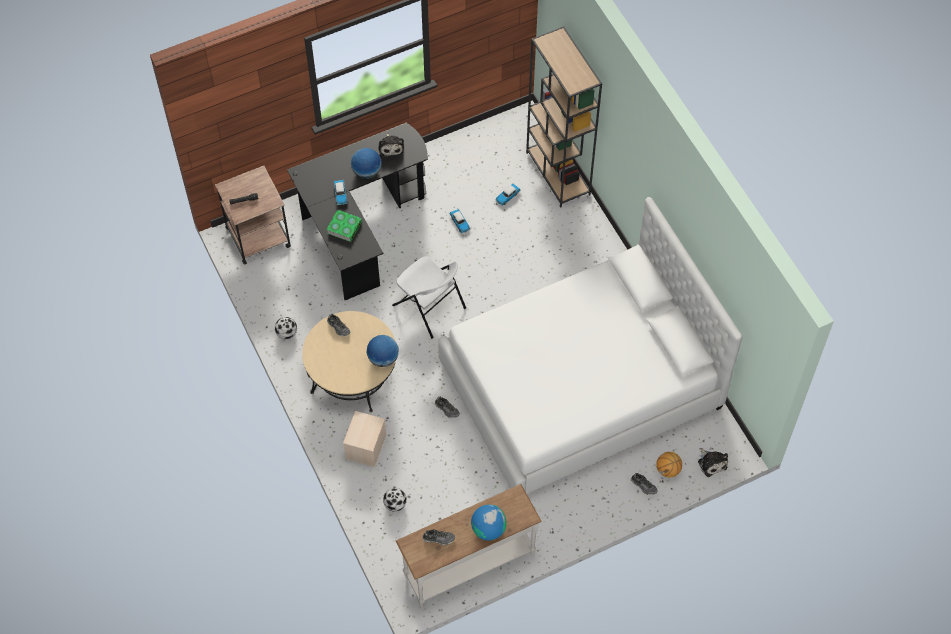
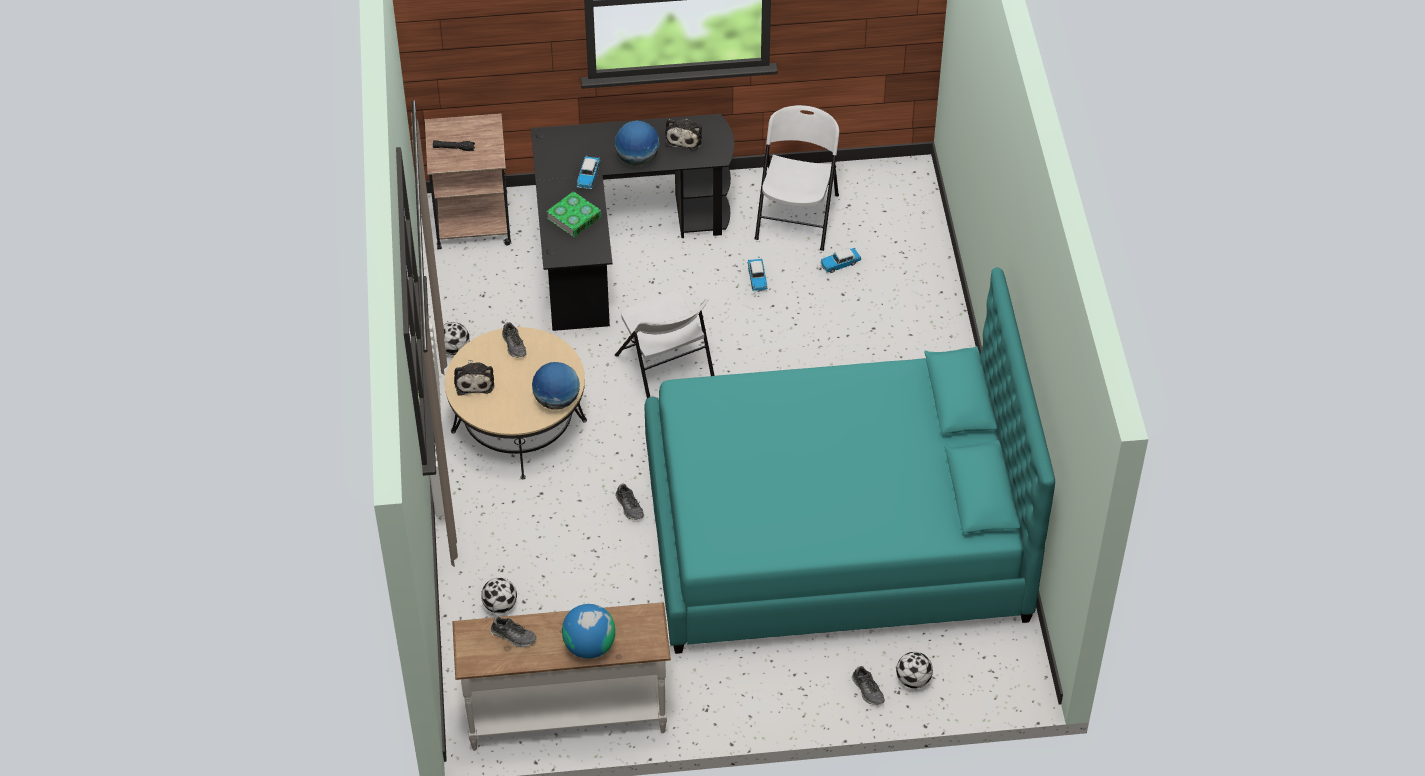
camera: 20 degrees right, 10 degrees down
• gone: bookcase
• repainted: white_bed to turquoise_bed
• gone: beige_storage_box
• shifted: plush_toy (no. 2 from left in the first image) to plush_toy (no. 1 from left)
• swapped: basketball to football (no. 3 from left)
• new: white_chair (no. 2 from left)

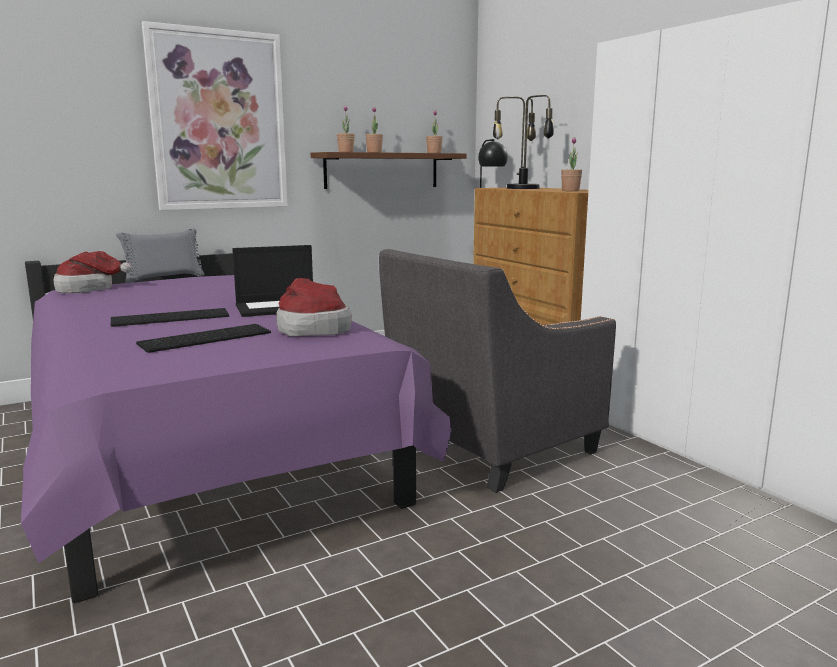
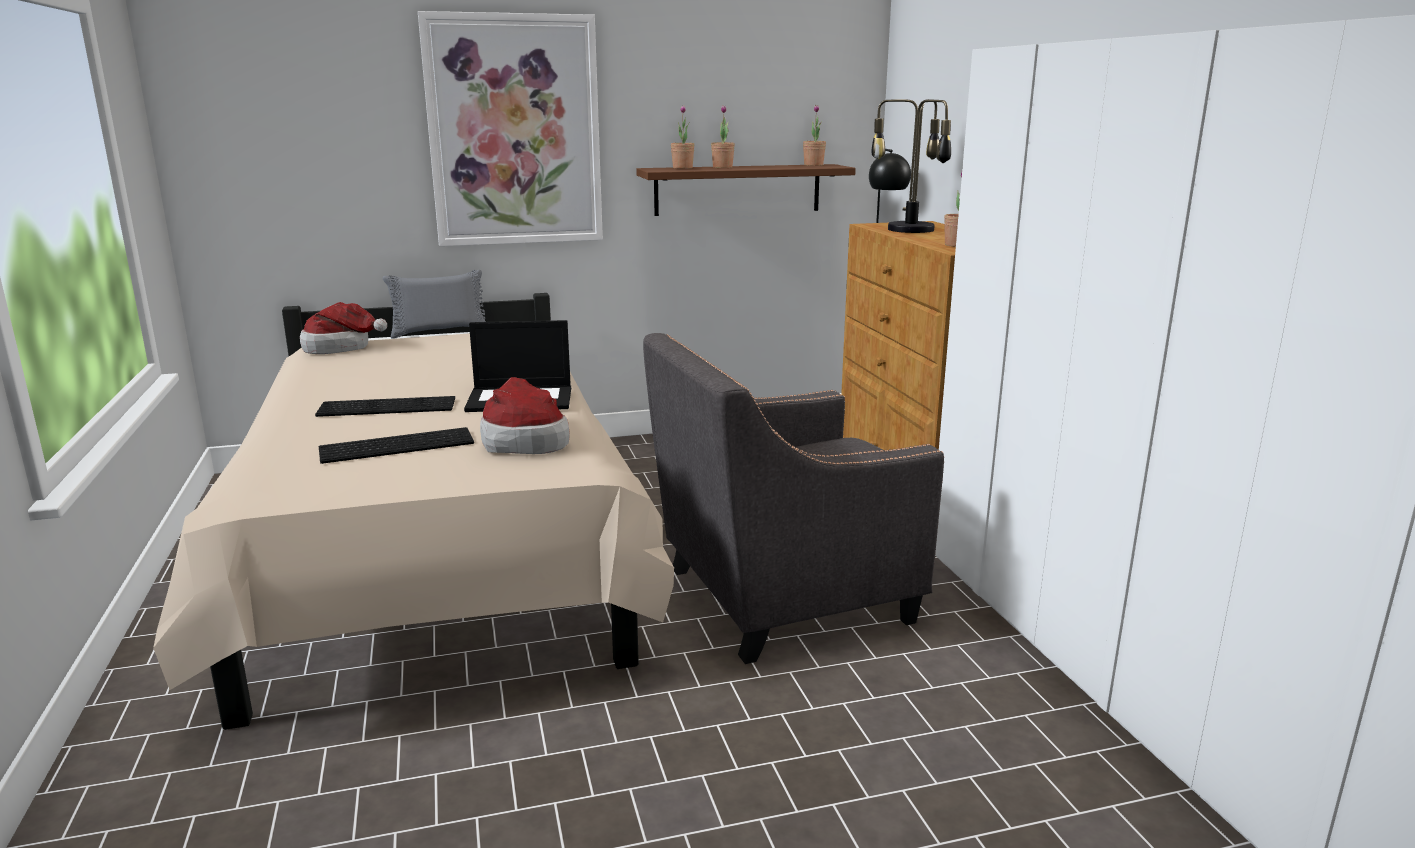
camera: 15 degrees right, 5 degrees up
• repainted: purple_bed to beige_bed

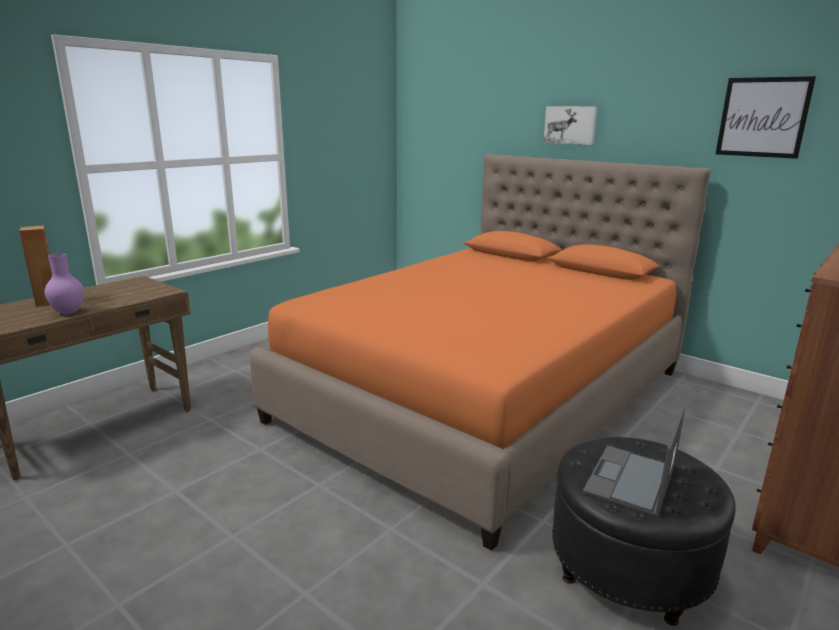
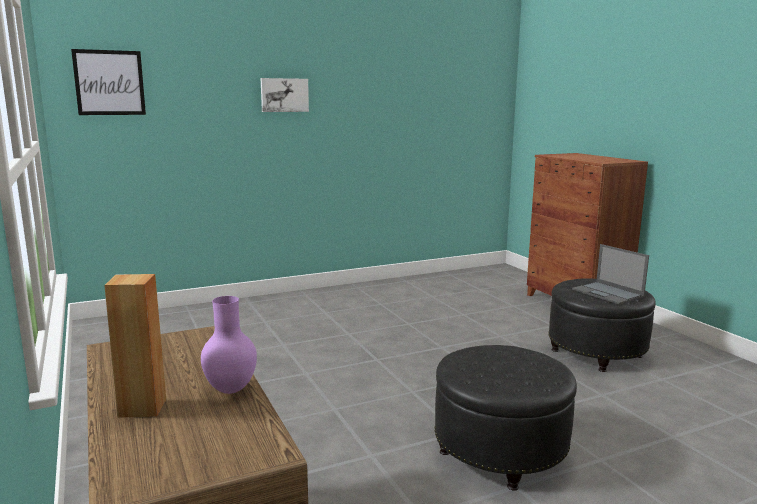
camera: 65 degrees left, 5 degrees down
• shifted: picture (no. 2 from left in the first image) to picture (no. 1 from left)
• gone: orange_bed
• new: black_ottoman (no. 1 from left)

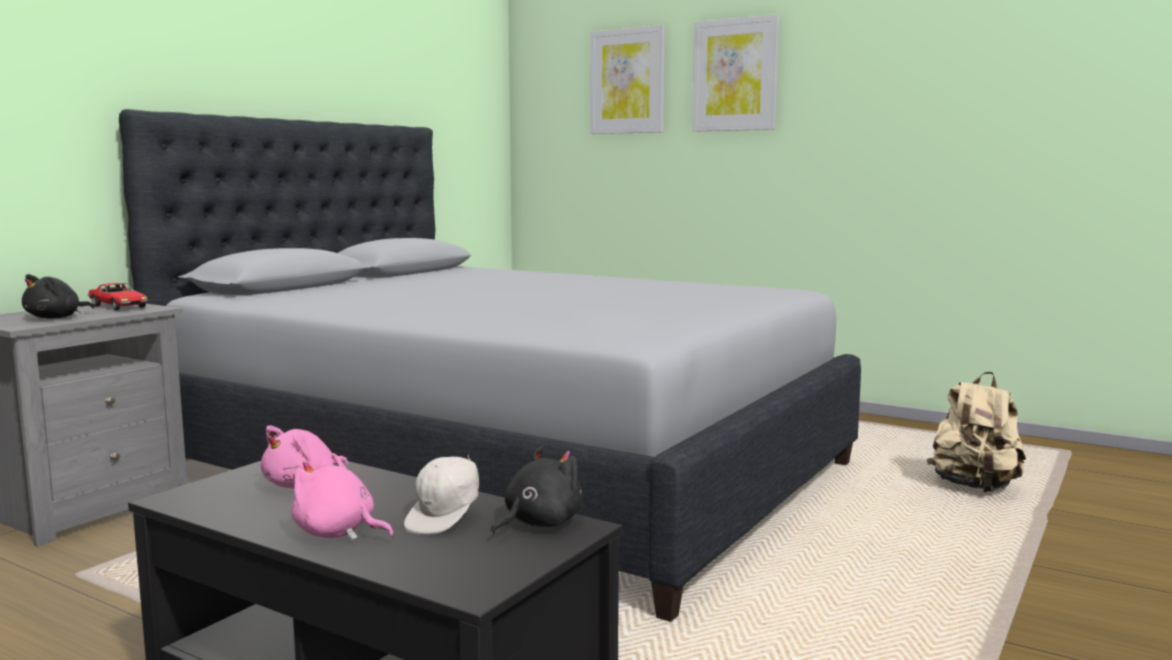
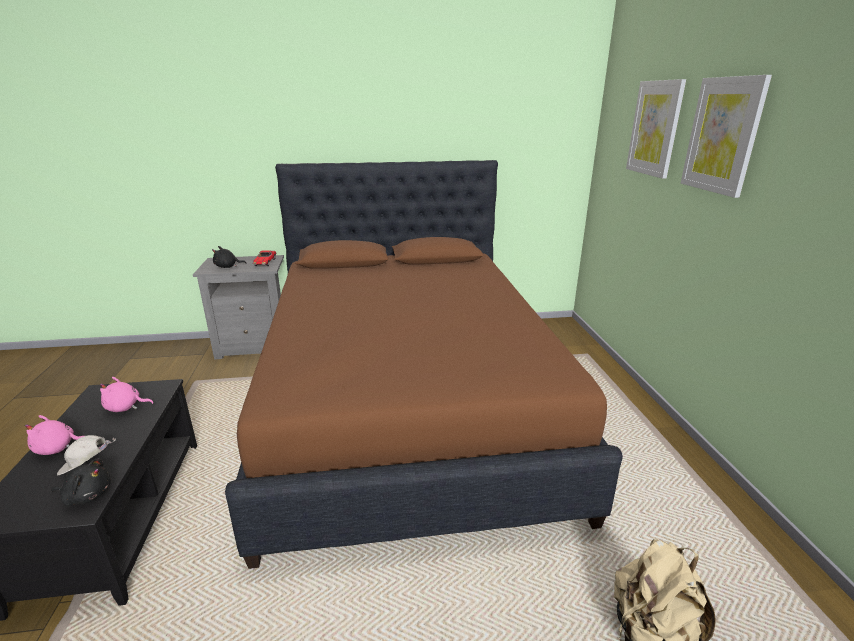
camera: 50 degrees right, 15 degrees up
• repainted: grey_bed to brown_bed
• rotated: pink_plush_toy (no. 2 from left in the first image) 90 degrees counterclockwise

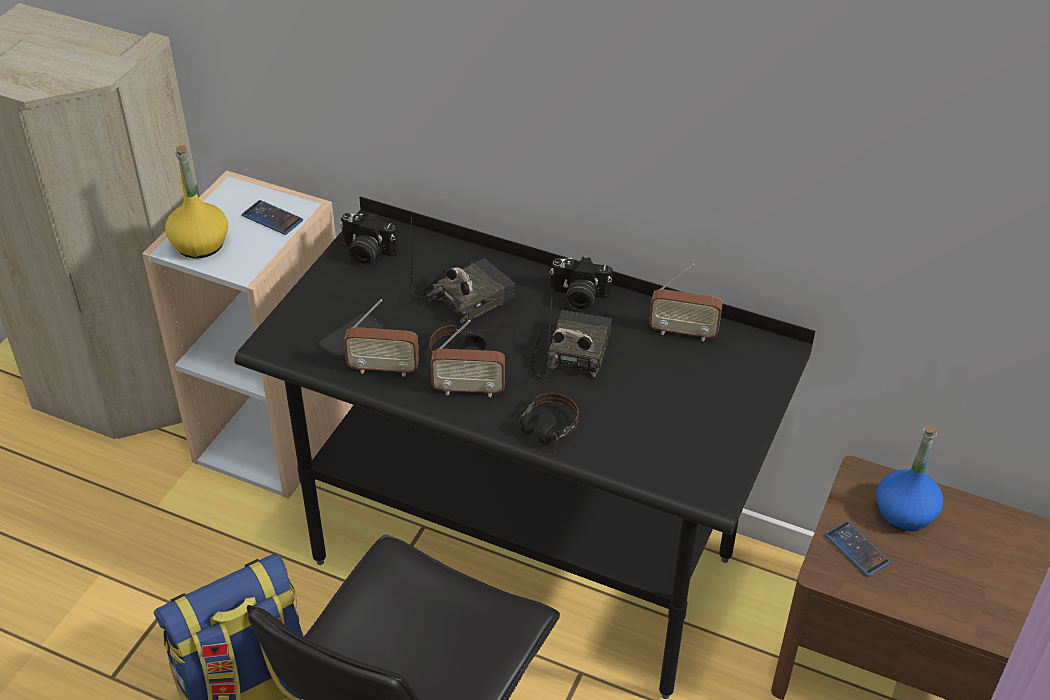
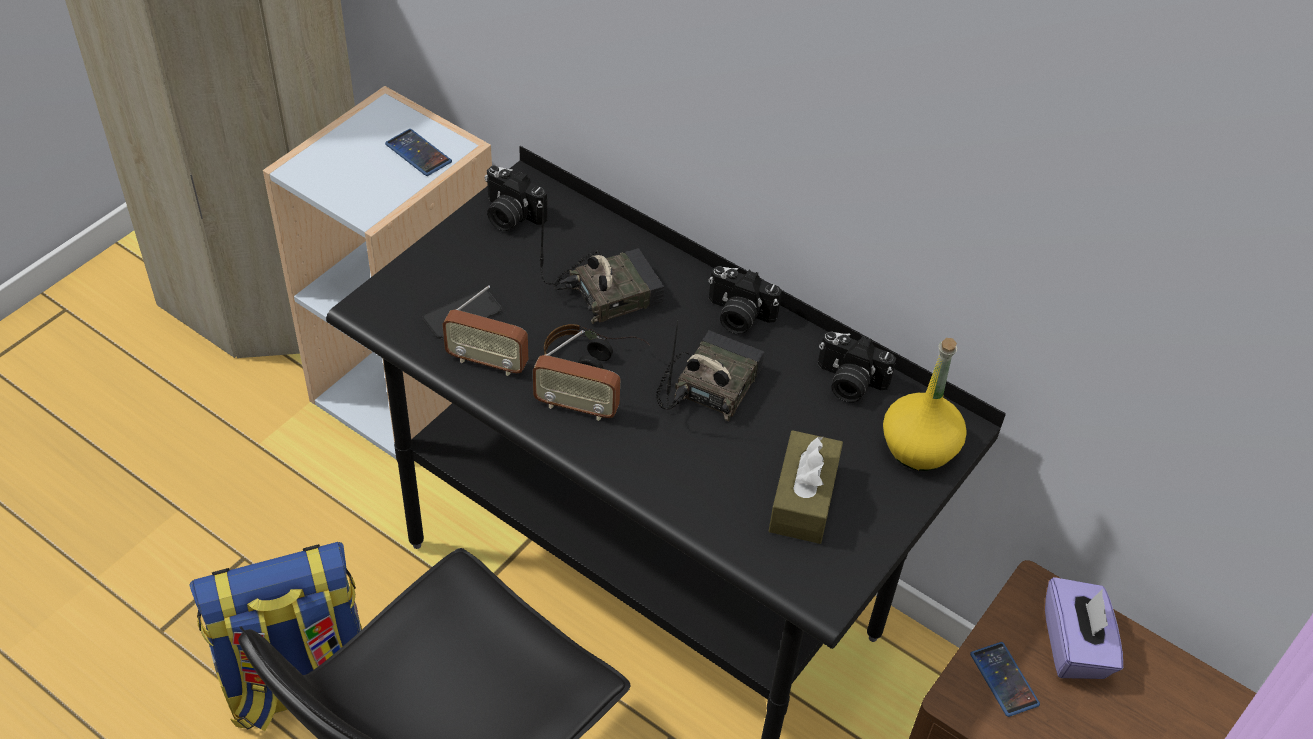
camera: 10 degrees right, 5 degrees up
• shifted: yellow_bottle
• swapped: radio (no. 5 from left) to photo_camera (no. 3 from left)
• gone: headphones (no. 2 from left)
• swapped: blue_bottle to purple_tissue_box
• new: brown_tissue_box

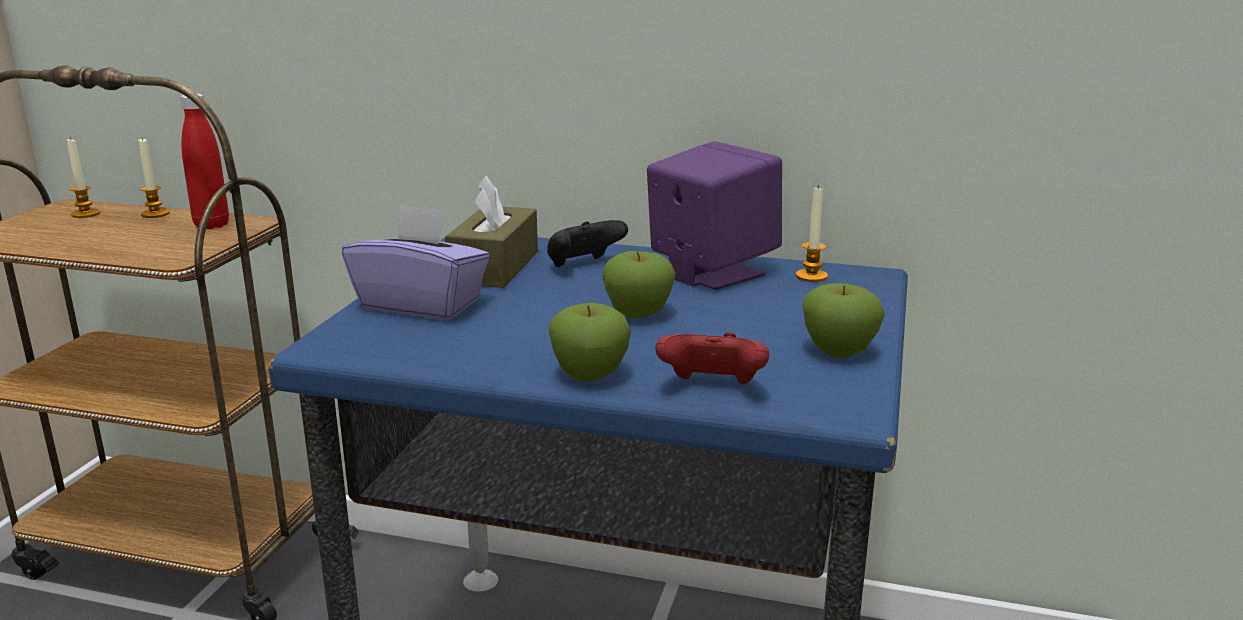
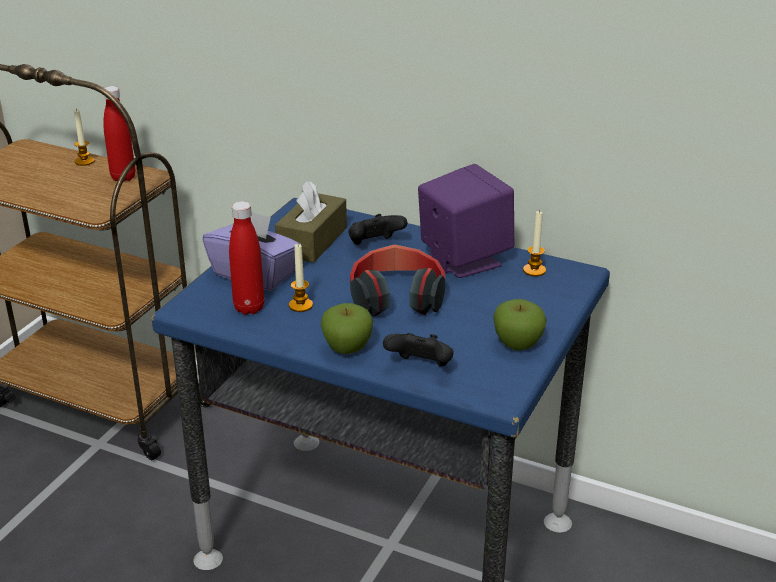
camera: 10 degrees right, 10 degrees up
• shifted: candle (no. 1 from left in the first image) to candle (no. 2 from left)
• swapped: apple (no. 2 from left) to headphones
• repainted: red_game_controller to black_game_controller (no. 2 from left)
• new: red_bottle (no. 2 from left)

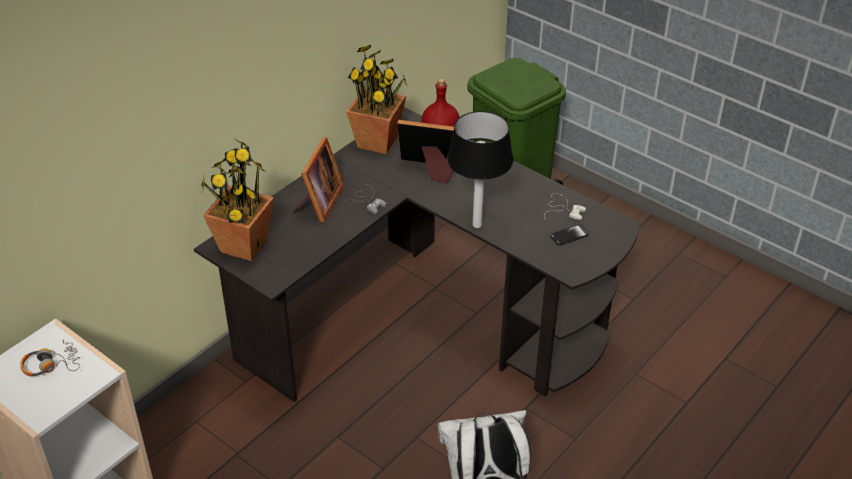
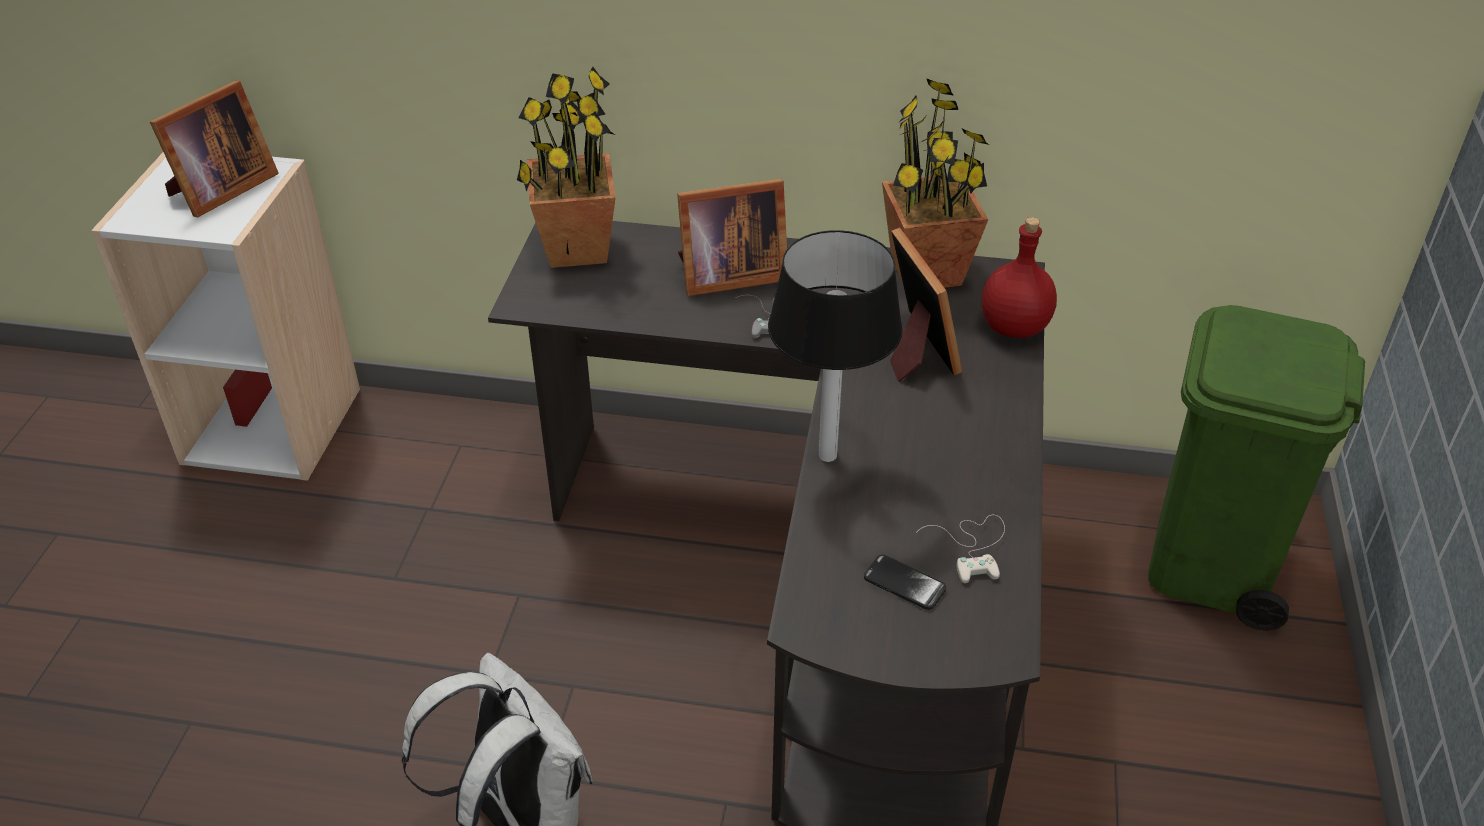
camera: 60 degrees right, 0 degrees up
• swapped: headphones to picture_frame (no. 1 from left)

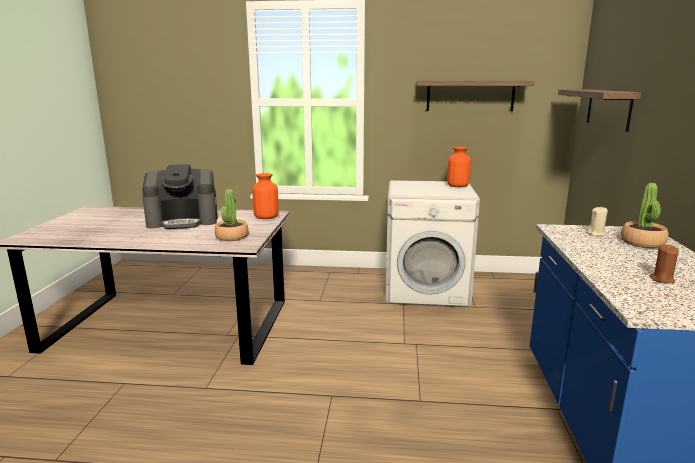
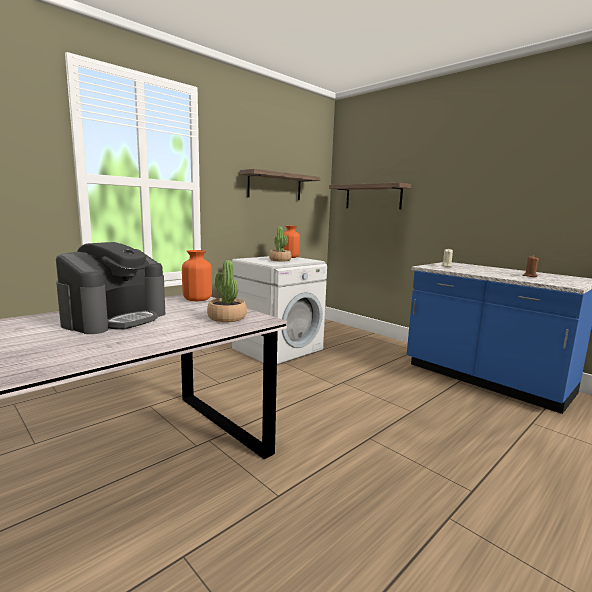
camera: 50 degrees left, 5 degrees down
• shifted: potted_plant (no. 2 from left)

